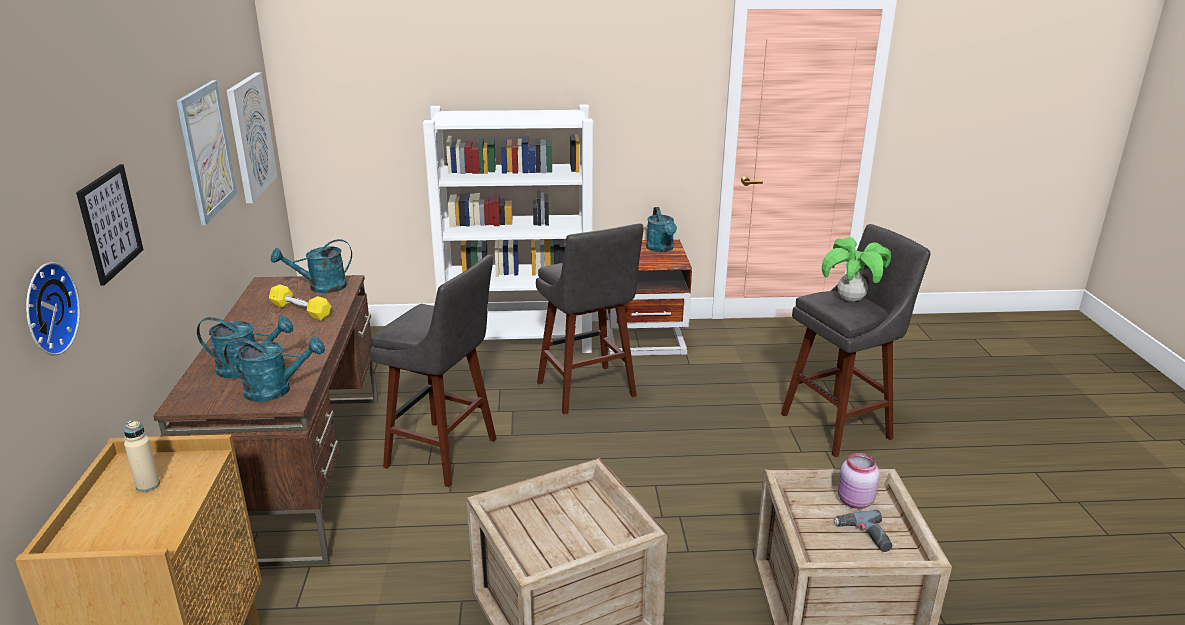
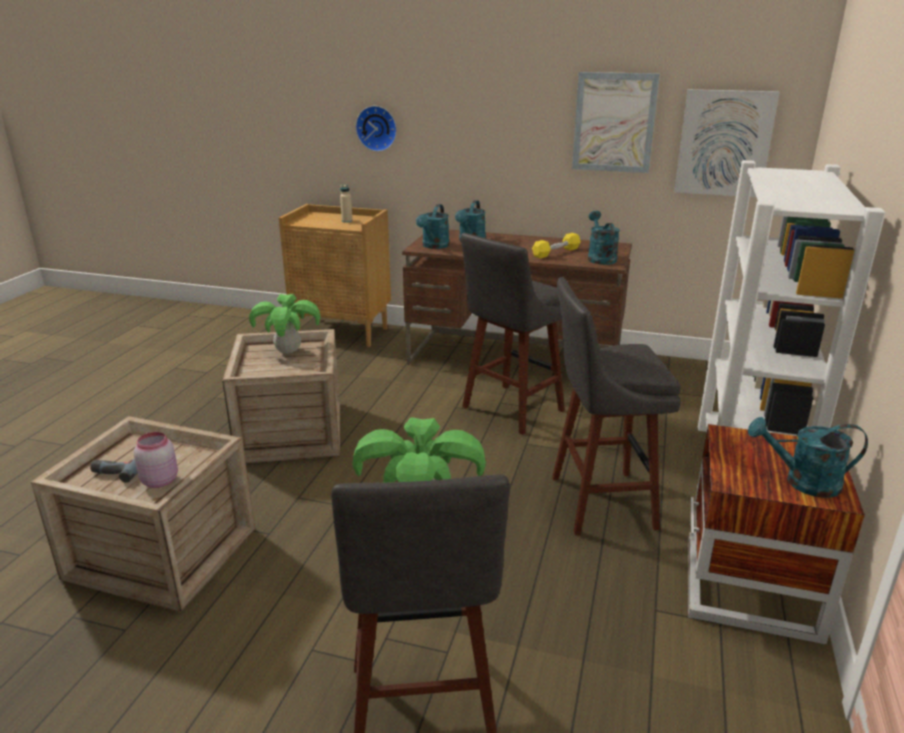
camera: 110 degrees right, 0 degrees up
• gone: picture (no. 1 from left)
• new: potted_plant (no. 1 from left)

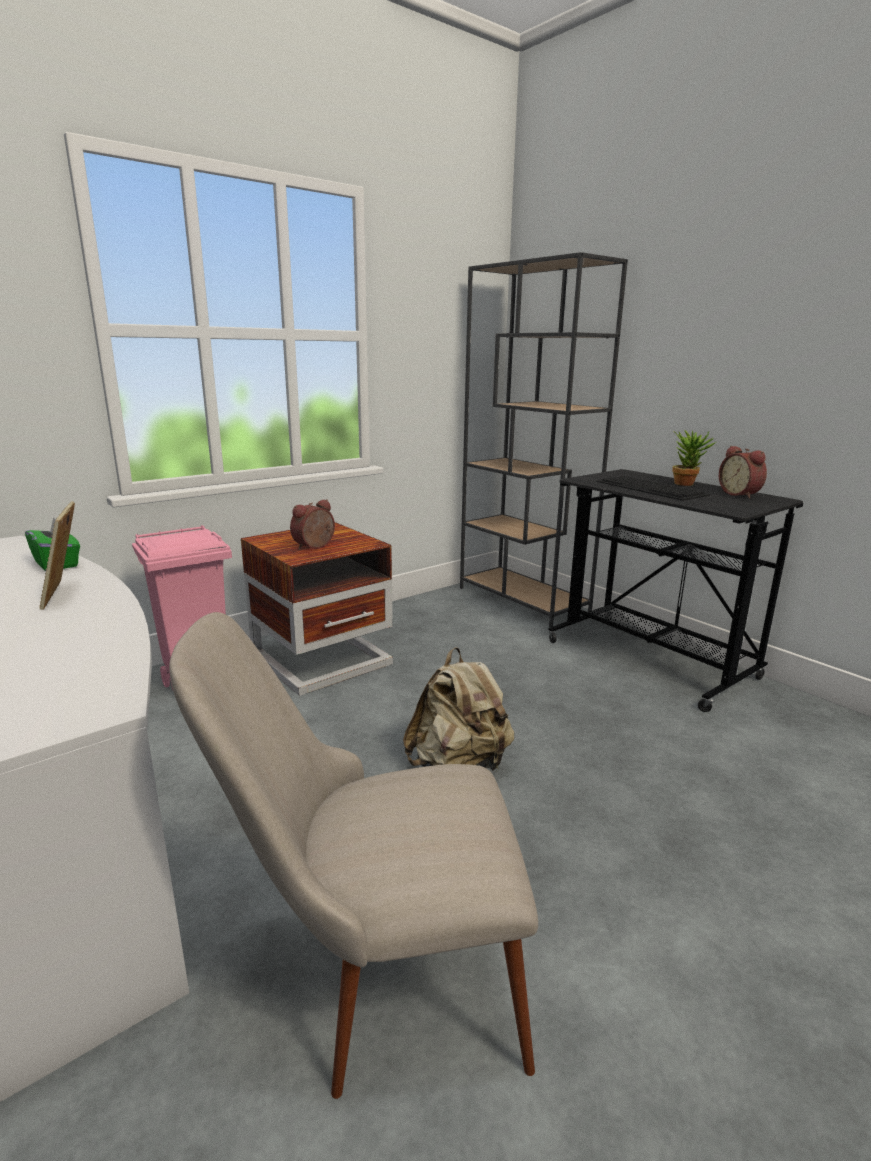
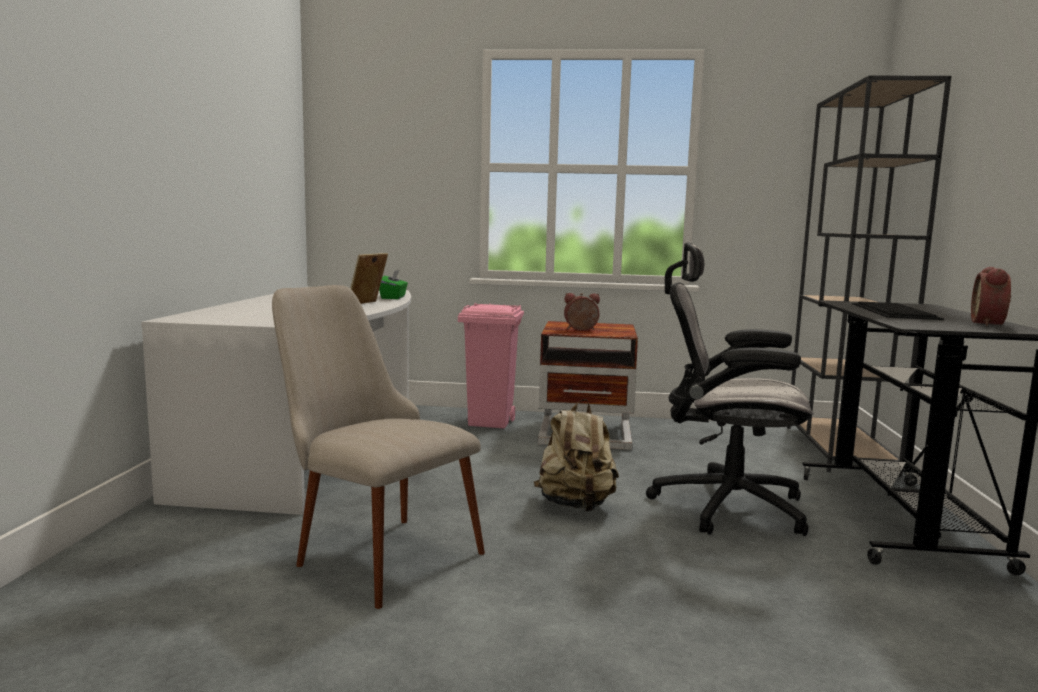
camera: 45 degrees right, 10 degrees down
• gone: potted_plant
• new: office_chair

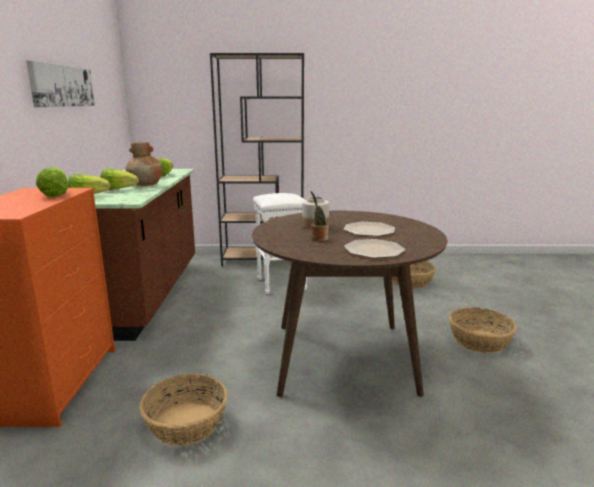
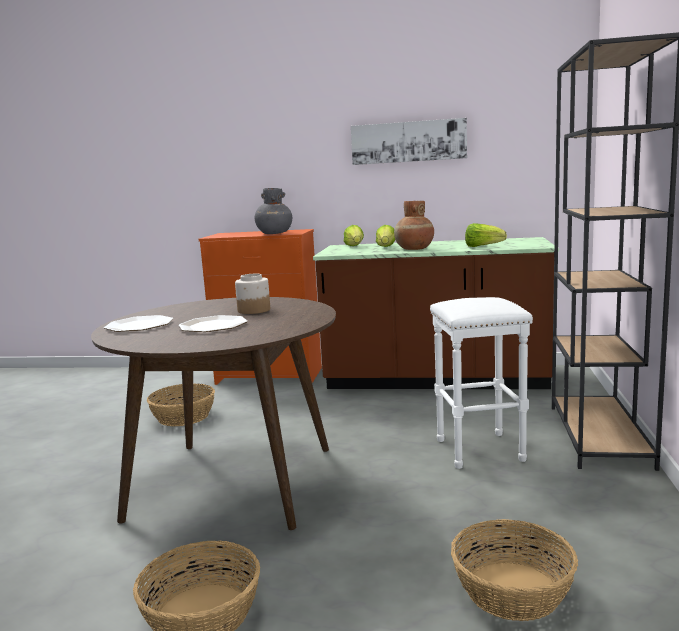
camera: 100 degrees right, 5 degrees down
• swapped: lettuce (no. 1 from left) to grey_vase
• gone: potted_plant

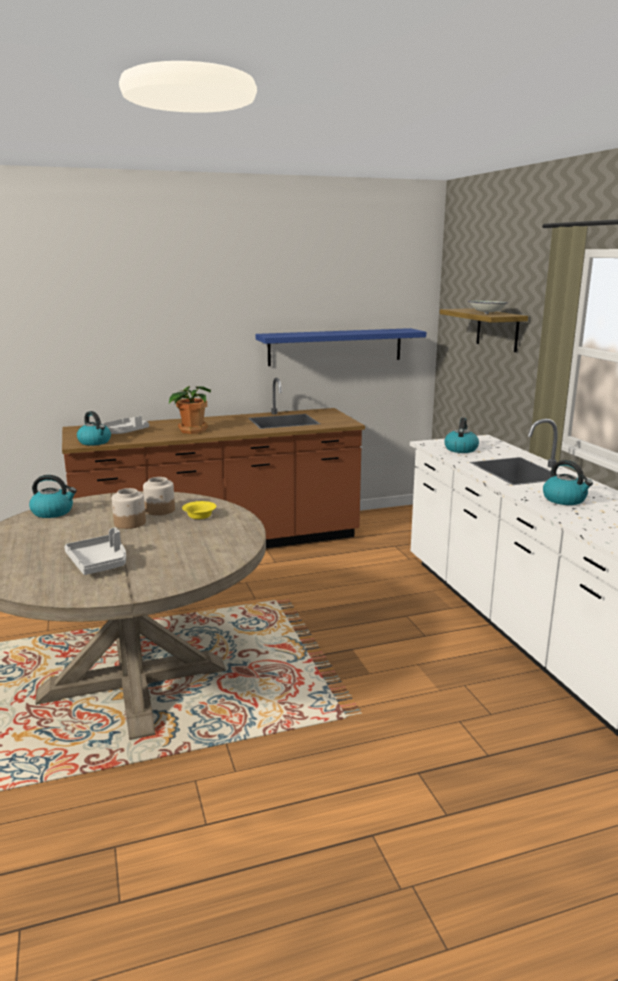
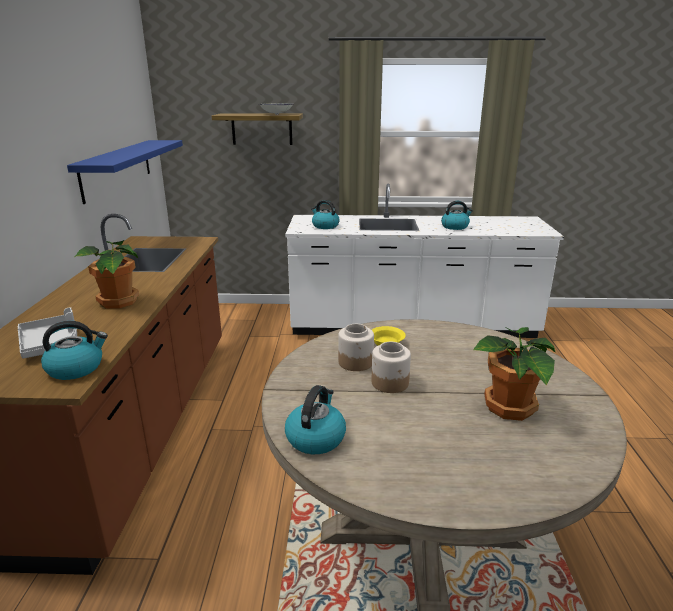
camera: 70 degrees left, 5 degrees up
• swapped: grey_tray (no. 1 from left) to potted_plant (no. 2 from left)

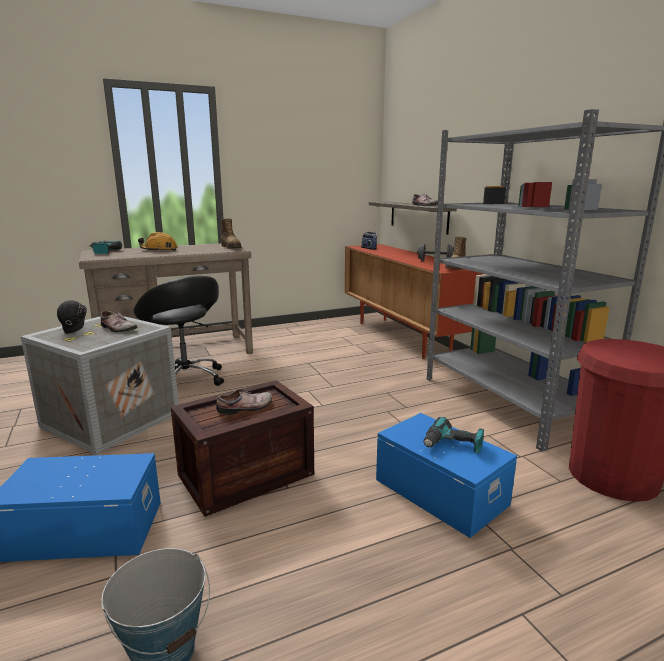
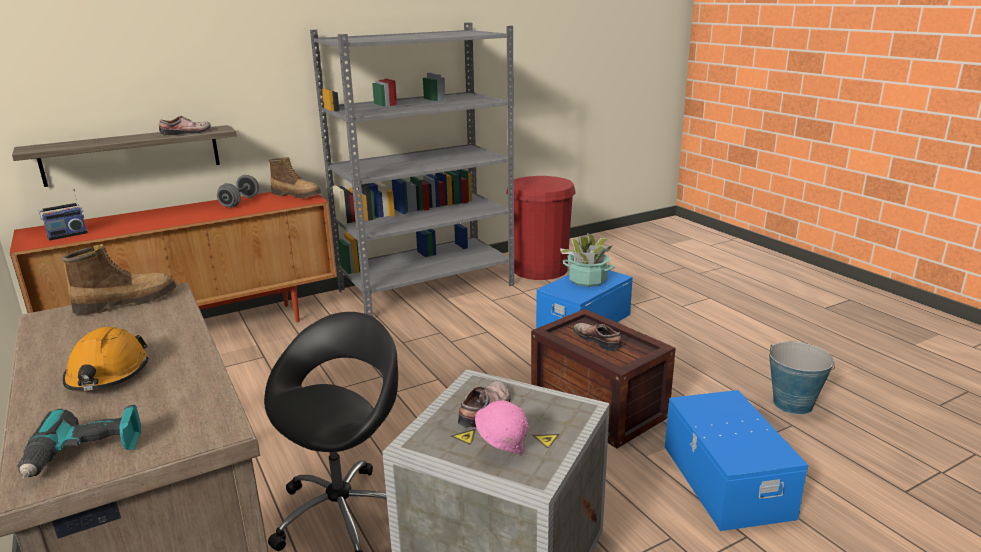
camera: 95 degrees left, 5 degrees up
• repainted: black_hard_hat to pink_hard_hat
• swapped: power_drill (no. 2 from left) to potted_plant

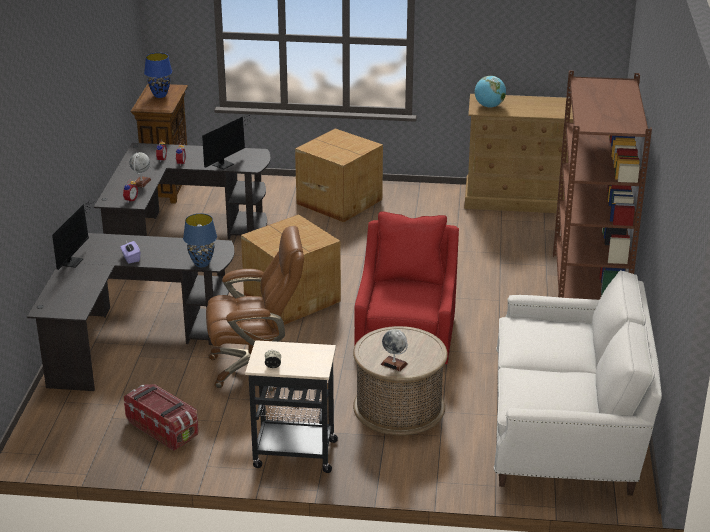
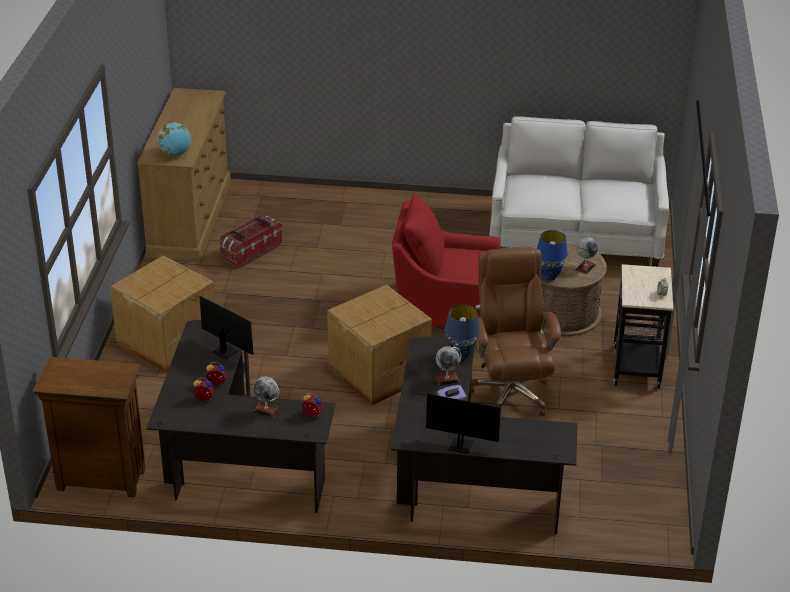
camera: 90 degrees left, 5 degrees up
• shifted: blue_table_lamp (no. 1 from left in the first image) to blue_table_lamp (no. 2 from left)
• gone: brown_bookcase
• shifted: storage_box
• new: globe (no. 3 from left)

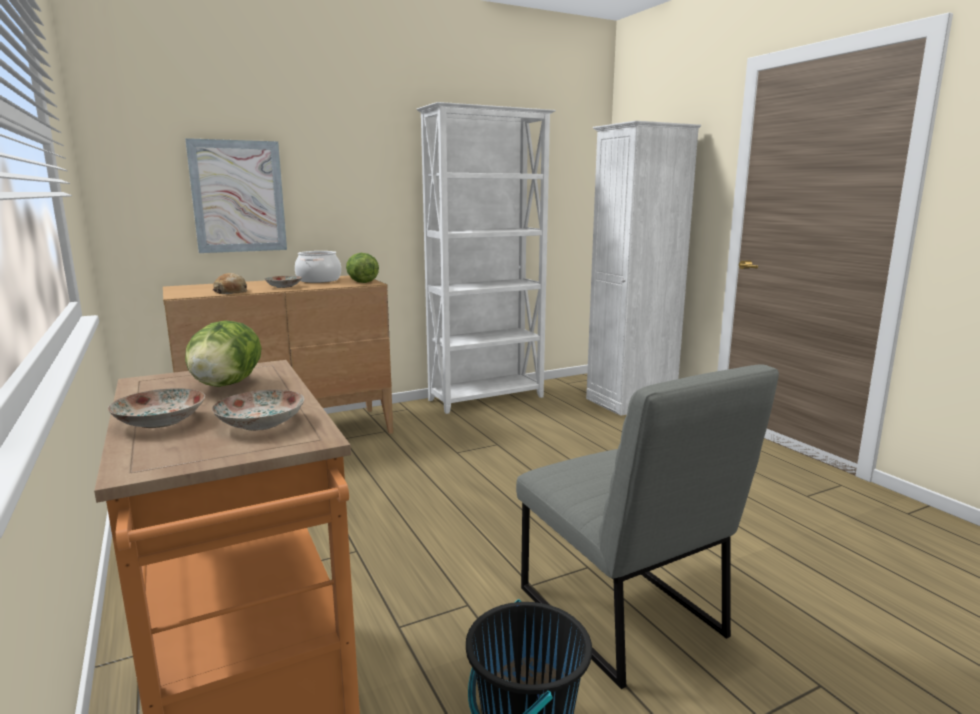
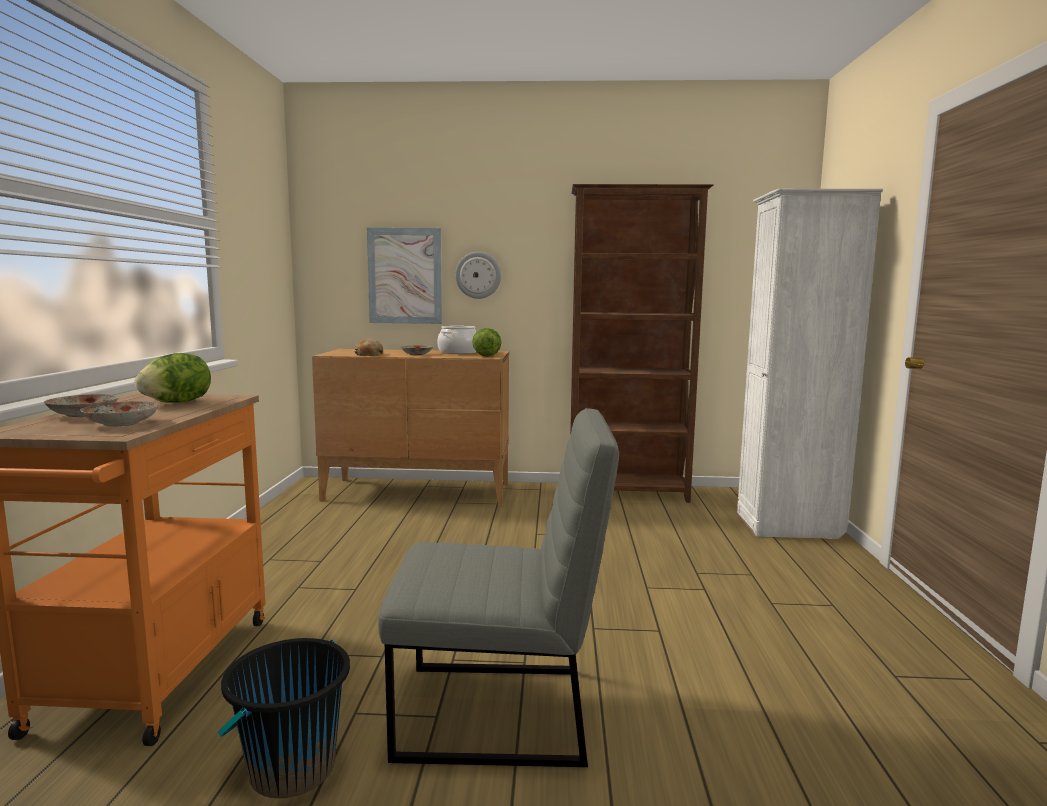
camera: 30 degrees right, 5 degrees down
• repainted: white_bookcase to brown_bookcase
• rotated: grey_chair 90 degrees counterclockwise
• new: wall_clock

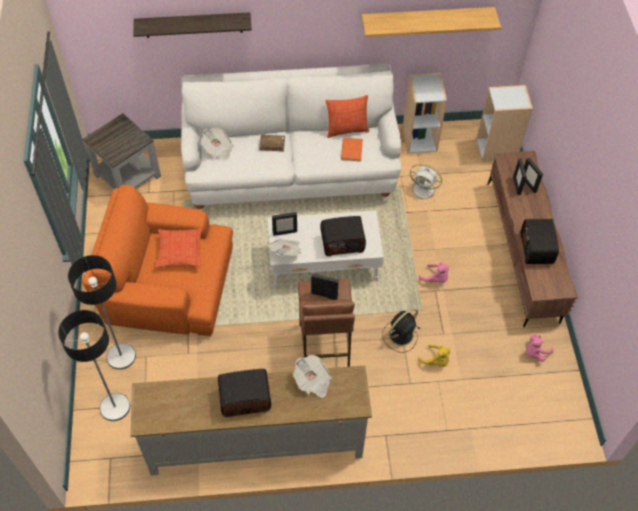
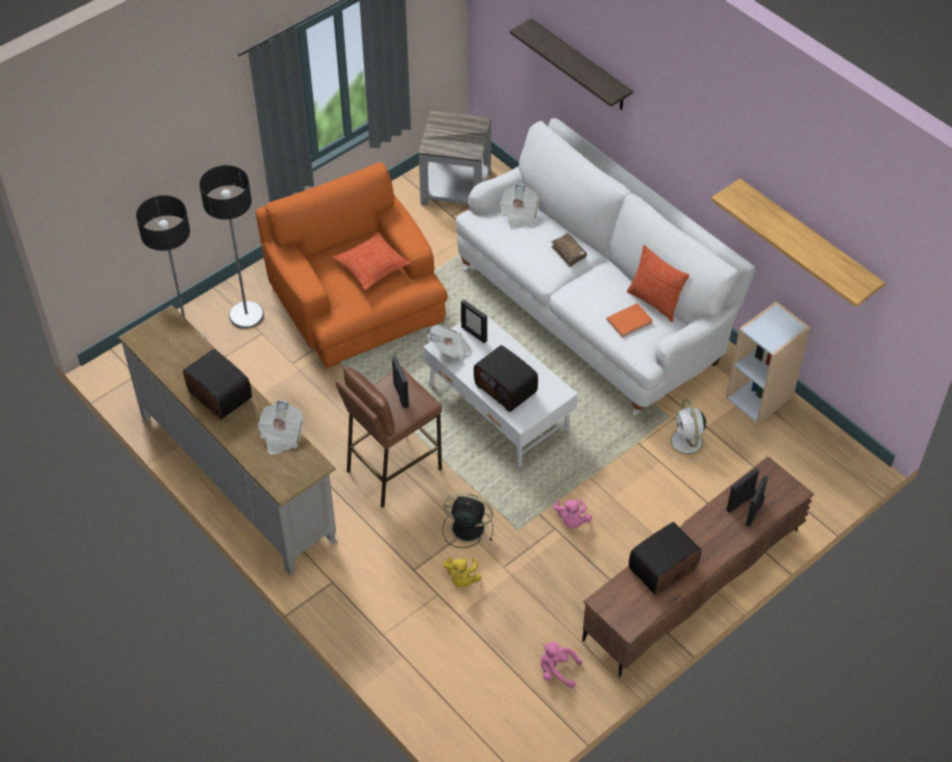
camera: 55 degrees right, 5 degrees down
• gone: bookcase (no. 2 from left)

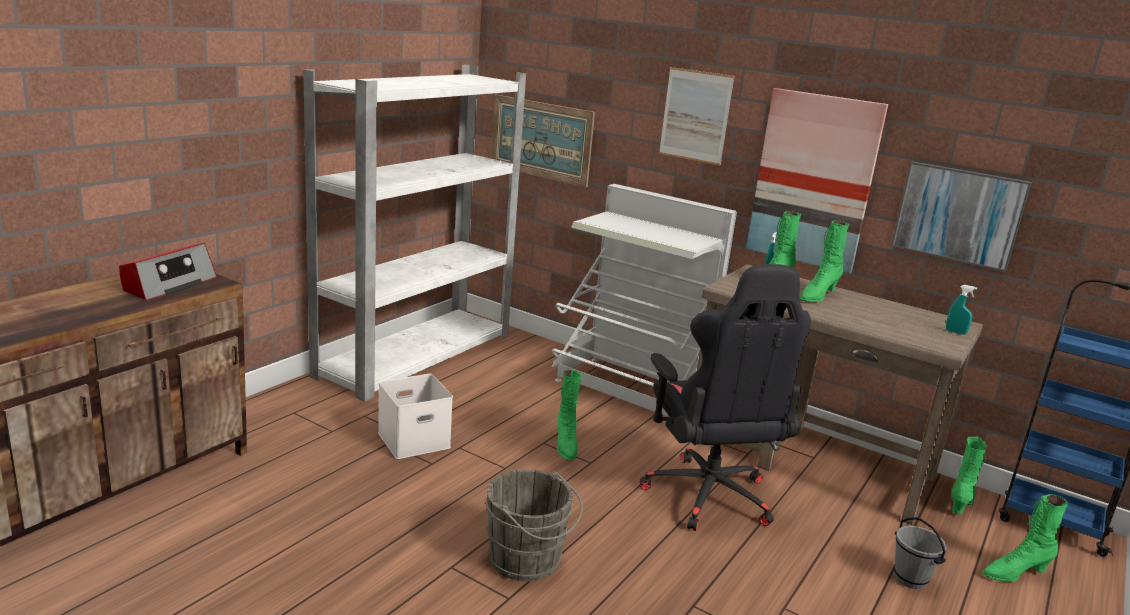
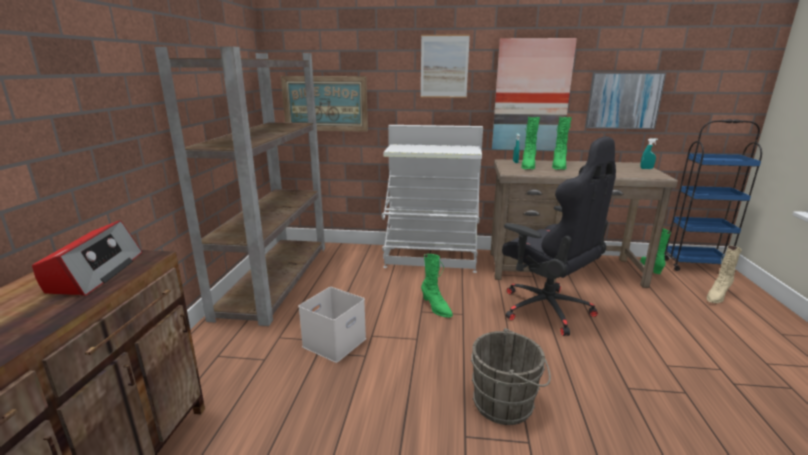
camera: 25 degrees left, 0 degrees up
• repainted: white_bookcase to brown_bookcase
• repainted: green_boot (no. 5 from left) to beige_boot
• gone: grey_bucket (no. 2 from left)

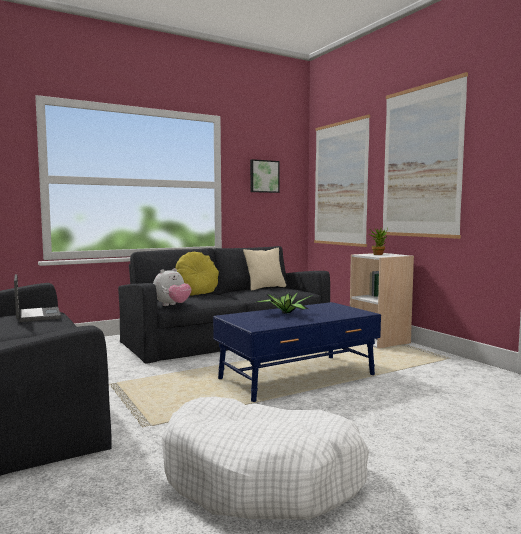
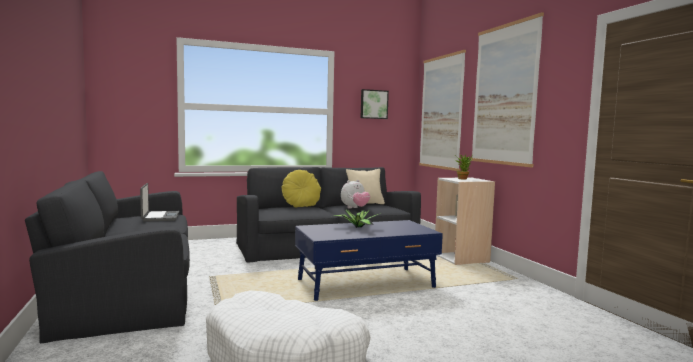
camera: 10 degrees right, 0 degrees up
• shifted: plush_toy

